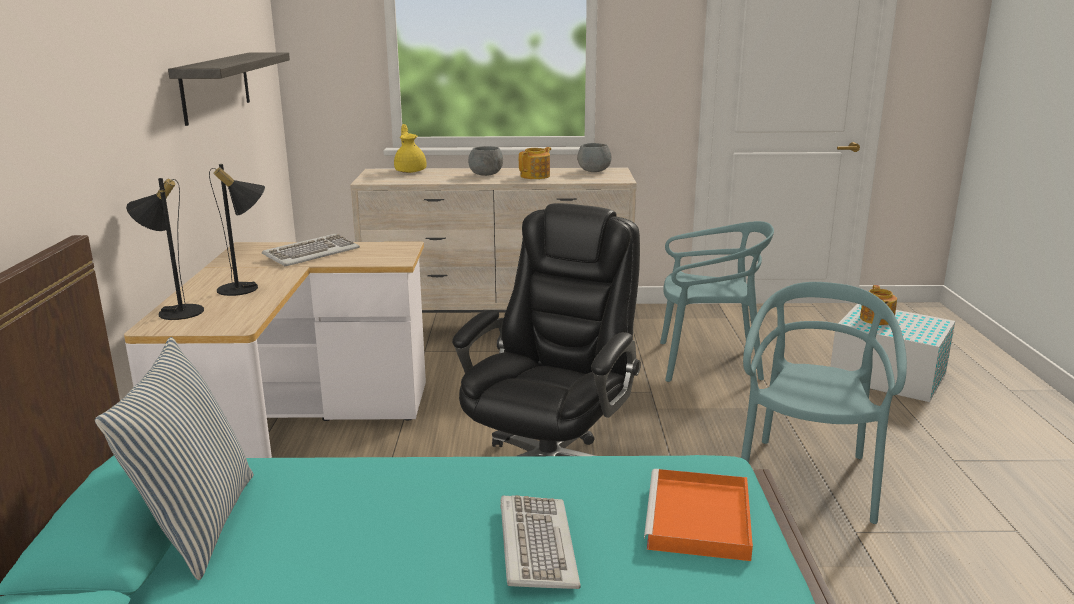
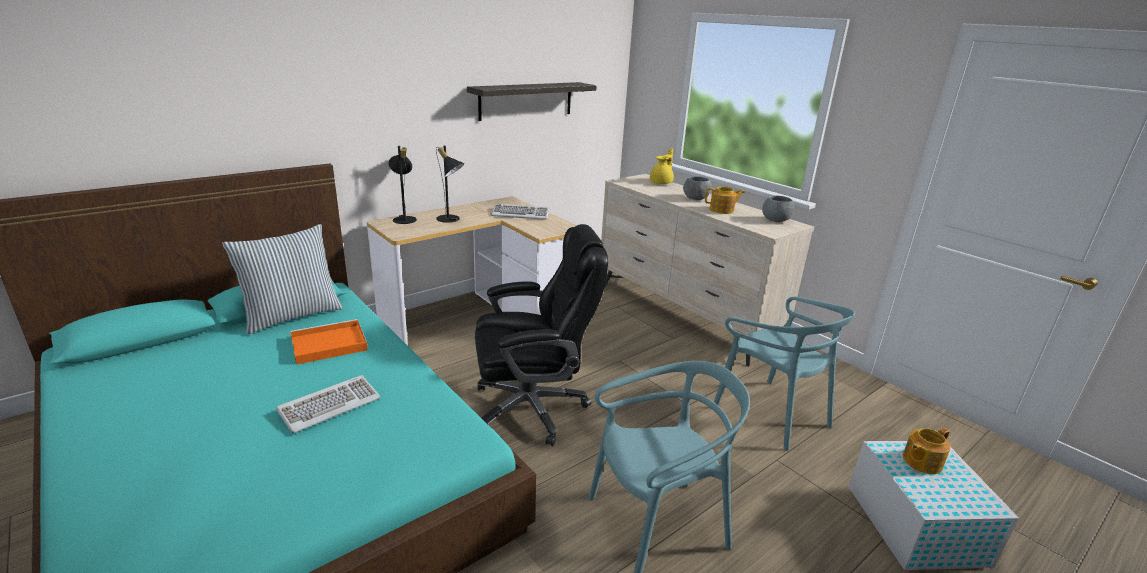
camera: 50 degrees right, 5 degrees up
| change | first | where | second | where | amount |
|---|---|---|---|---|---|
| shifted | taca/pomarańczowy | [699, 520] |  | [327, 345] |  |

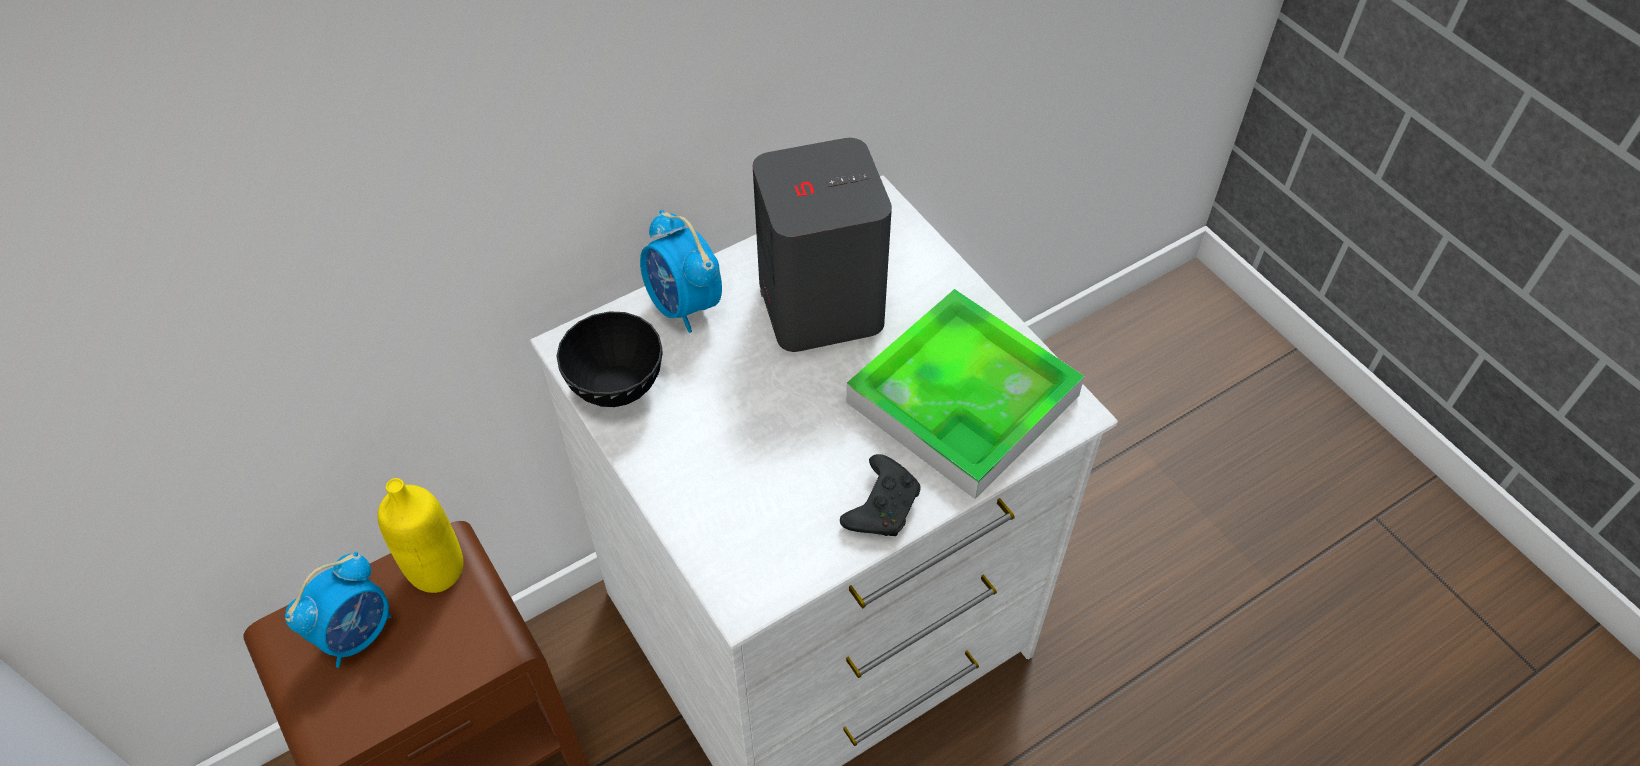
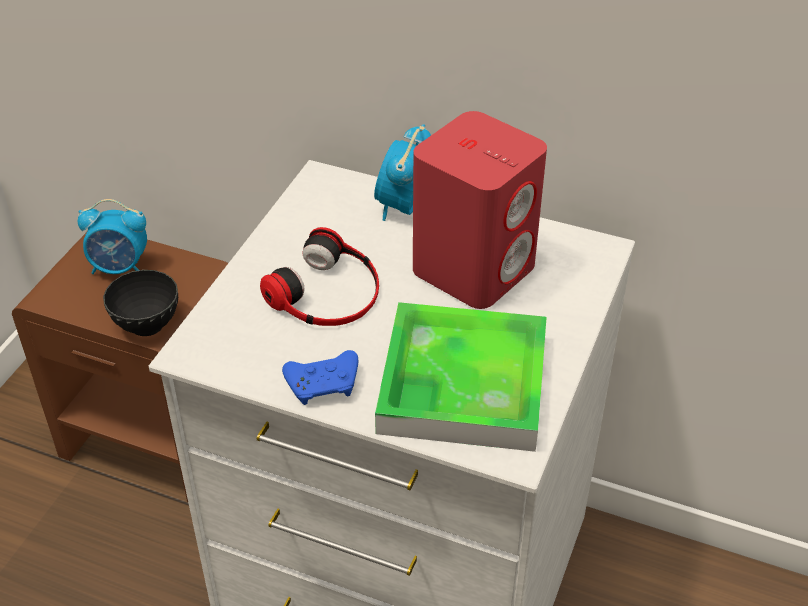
camera: 55 degrees right, 10 degrees down
| change | first | where | second | where | amount |
|---|---|---|---|---|---|
| gone | butelka/żółty | [436, 570] |  |  |  |
| shifted | miska/czarny | [617, 388] |  | [146, 325] |  |
| repainted | głośnik/szary | [820, 303] | głośnik/czerwony | [474, 267] |  |
| repainted | pad do gier/czarny | [882, 505] | pad do gier/niebieski | [324, 385] |  |
| new |  |  | słuchawki | [327, 292] |  |

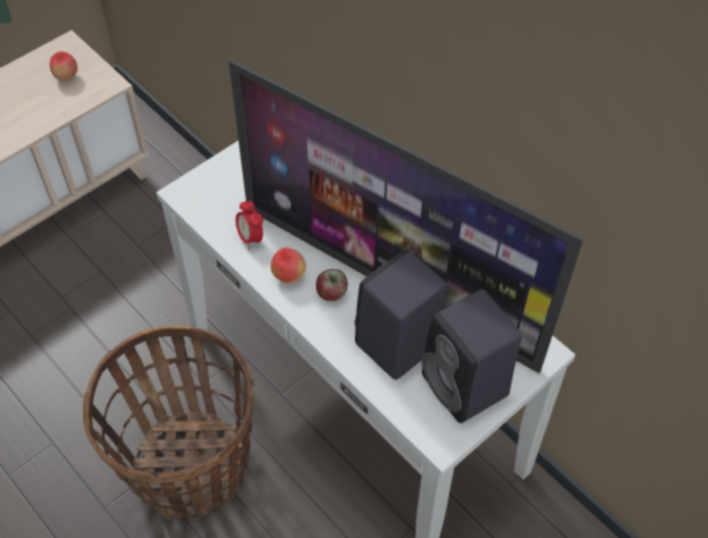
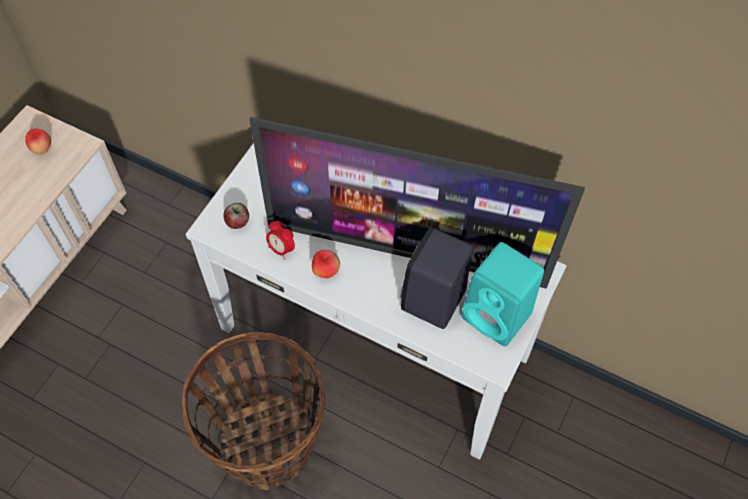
camera: 20 degrees left, 5 degrees up
| change | first | where | second | where | amount |
|---|---|---|---|---|---|
| shifted | jabłko | [332, 293] |  | [238, 222] |  |
| repainted | głośnik/czarny | [467, 387] | głośnik/turkusowy | [498, 316] |  |

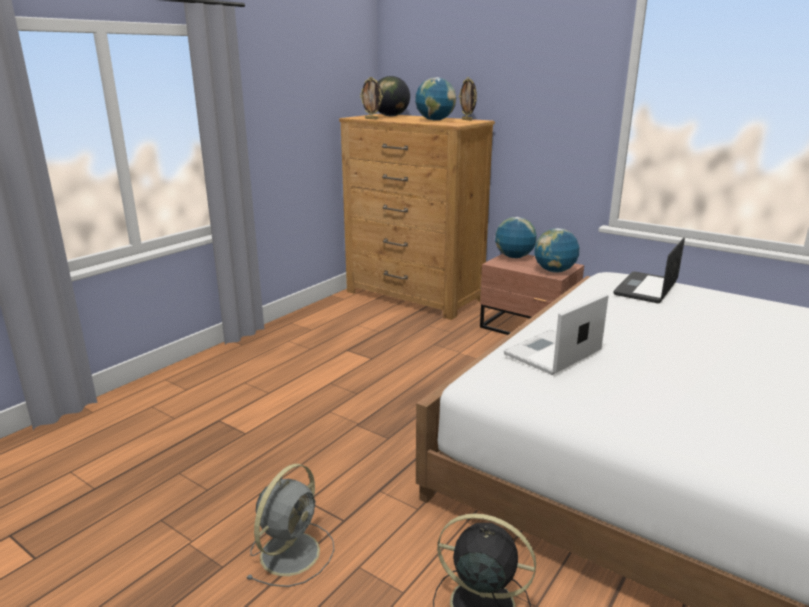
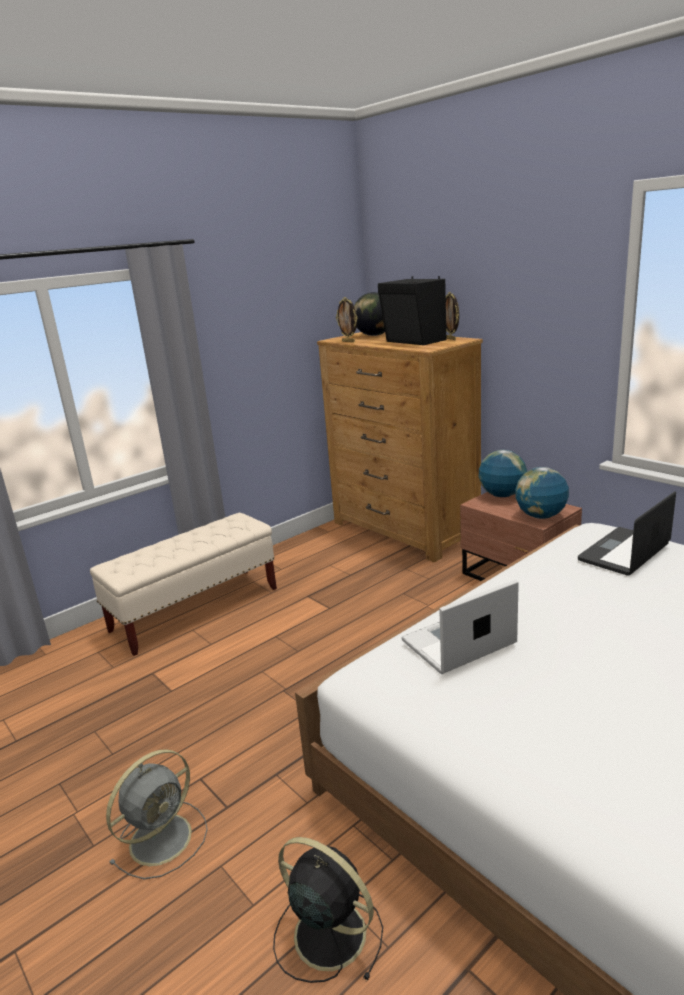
camera: 15 degrees right, 0 degrees up
| change | first | where | second | where | amount |
|---|---|---|---|---|---|
| swapped | globus | [435, 120] | głośnik/czarny | [414, 341] |  |
| new |  |  | ławka/beżowy | [196, 610] |  |

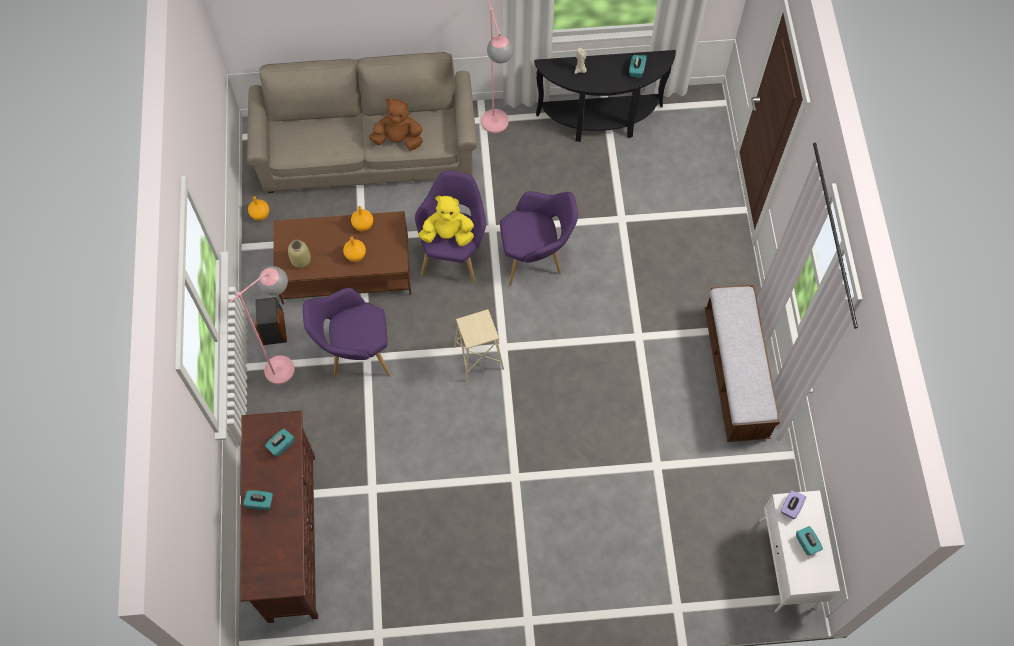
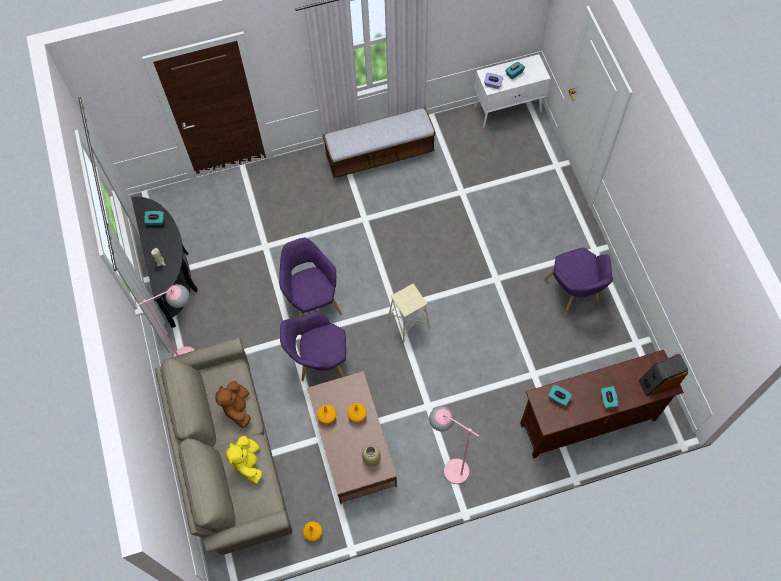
camera: 100 degrees left, 0 degrees up
| change | first | where | second | where | amount |
|---|---|---|---|---|---|
| shifted | głośnik | [274, 327] |  | [658, 382] |  |
| shifted | fotel/fioletowy | [355, 353] |  | [574, 294] |  |
| shifted | pluszak/żółty | [448, 235] |  | [248, 463] |  |

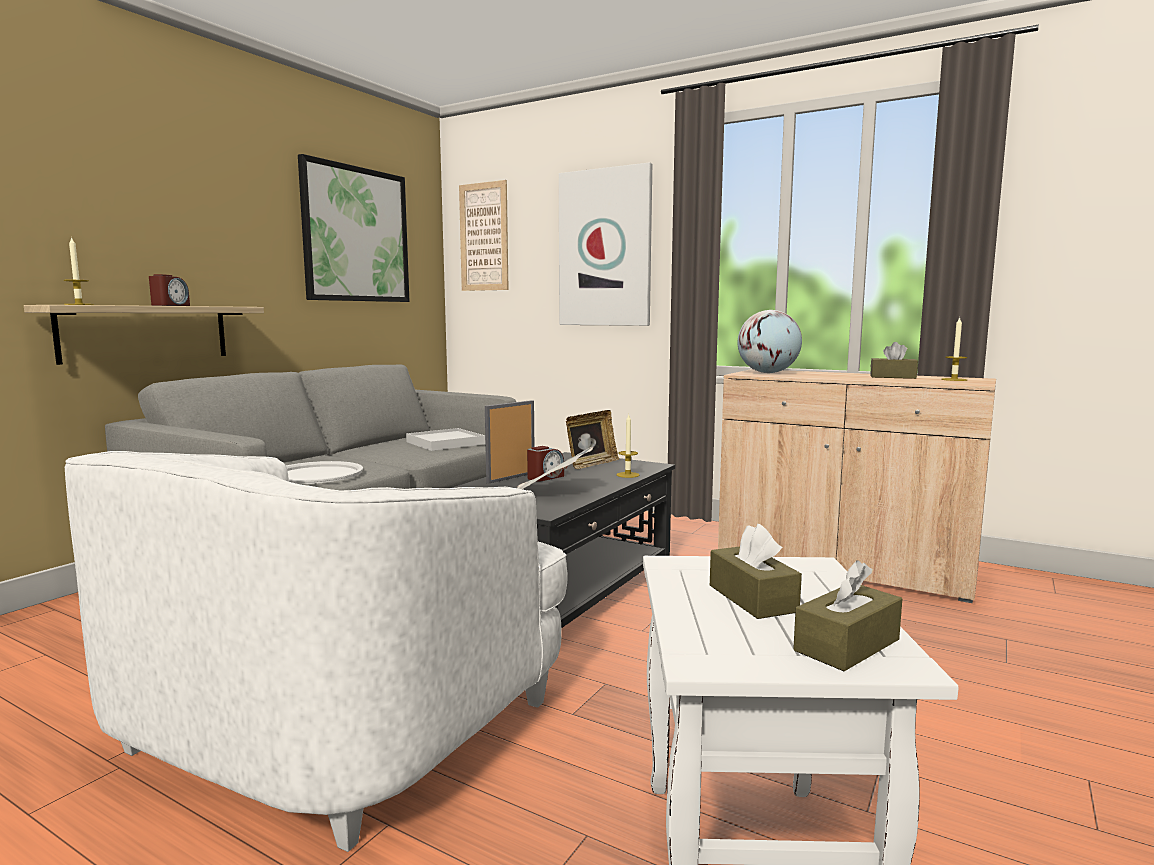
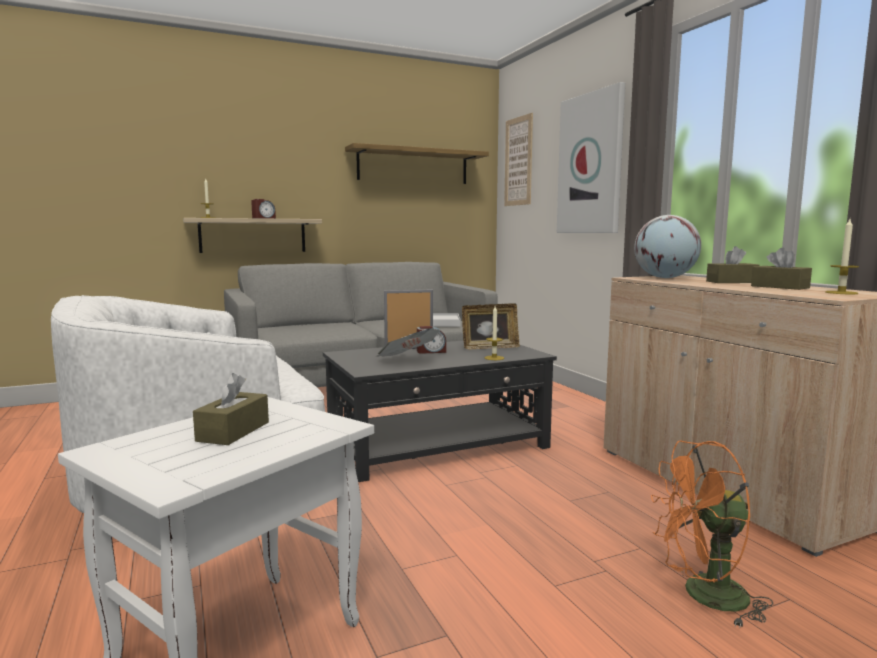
camera: 35 degrees right, 0 degrees up
| change | first | where | second | where | amount |
|---|---|---|---|---|---|
| gone | taca/biały | [315, 474] |  |  |  |
| swapped | obraz | [356, 235] | półka | [413, 166] |  |
| shifted | pudełko chusteczek/brązowy | [847, 645] |  | [731, 282] |  |
| new |  |  | wentylator/pomarańczowy | [704, 596] |  |

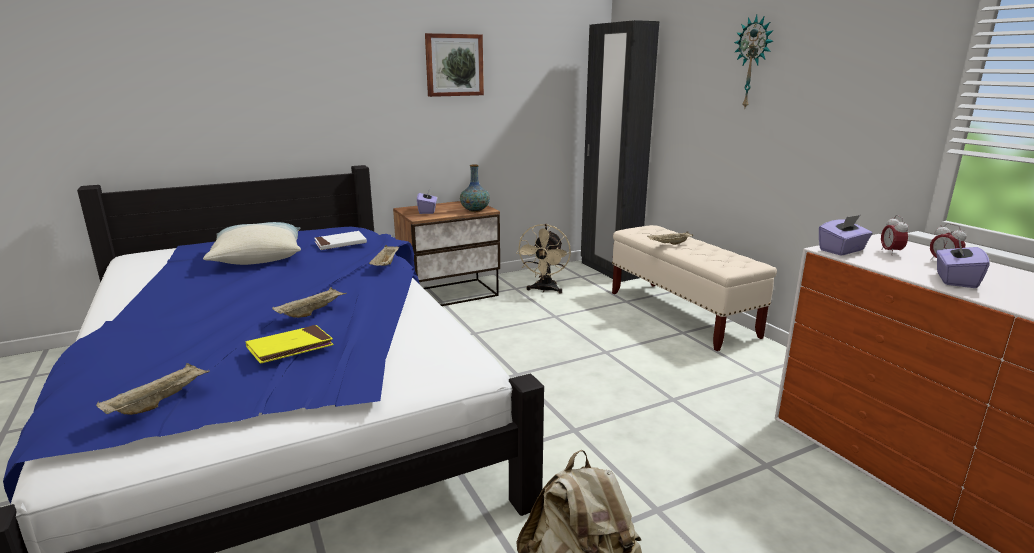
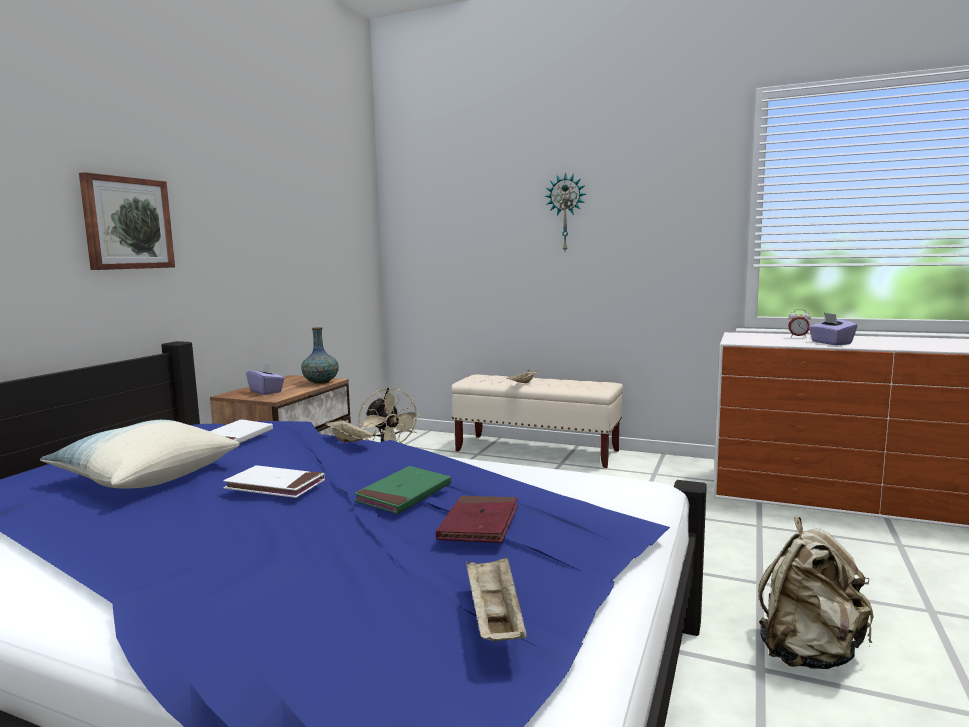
camera: 40 degrees left, 10 degrees down
| change | first | where | second | where | amount |
|---|---|---|---|---|---|
| repainted | książka/żółty | [290, 347] | książka/czerwony | [479, 524] |  |
| swapped | taca/beżowy | [312, 312] | książka/zielony | [404, 494] |  |
| shifted | obraz | [454, 65] |  | [127, 223] |  |
| gone | szafa/czarny | [609, 270] |  |  |  |
| gone | pudełko chusteczek/fioletowy | [842, 250] |  |  |  |
| gone | budzik | [890, 252] |  |  |  |
| new |  |  | książka/biały | [275, 486] |  |

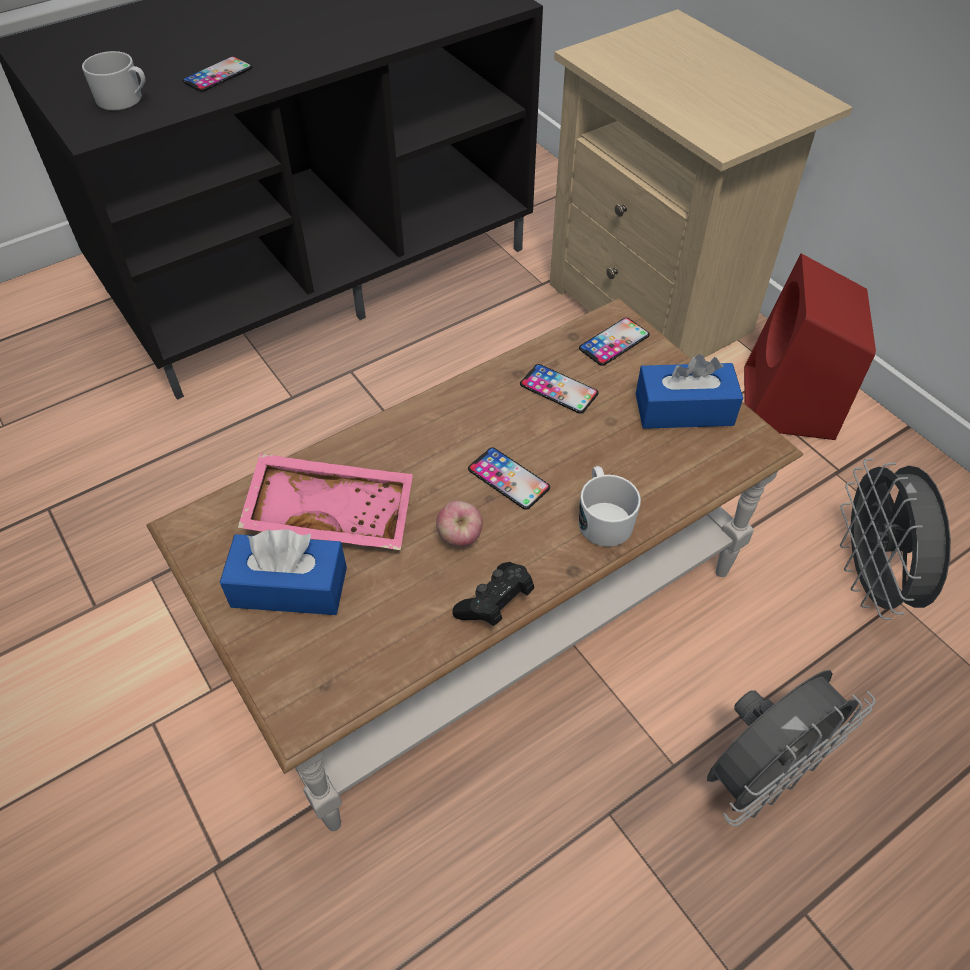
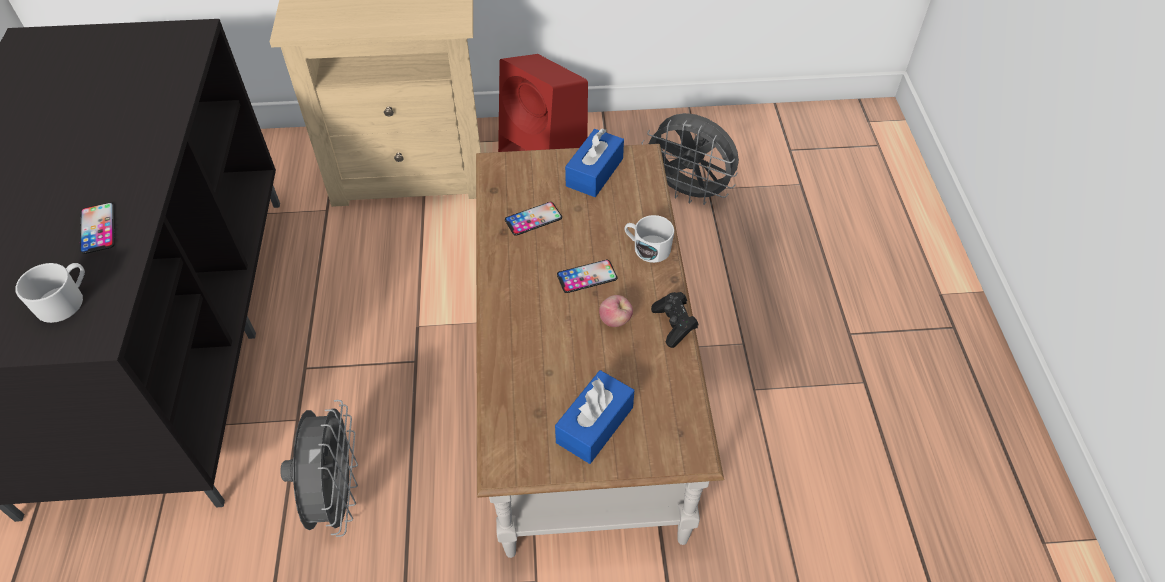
camera: 60 degrees left, 0 degrees up
| change | first | where | second | where | amount |
|---|---|---|---|---|---|
| gone | taca/różowy | [332, 512] |  |  |  |
| gone | telefon | [614, 342] |  |  |  |
| shifted | wentylator/szary | [760, 774] |  | [336, 497] |  |

